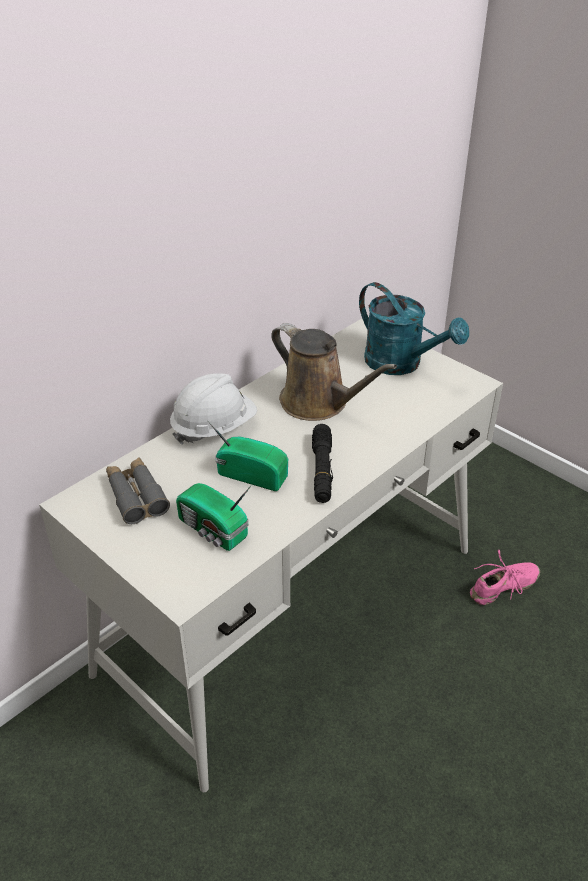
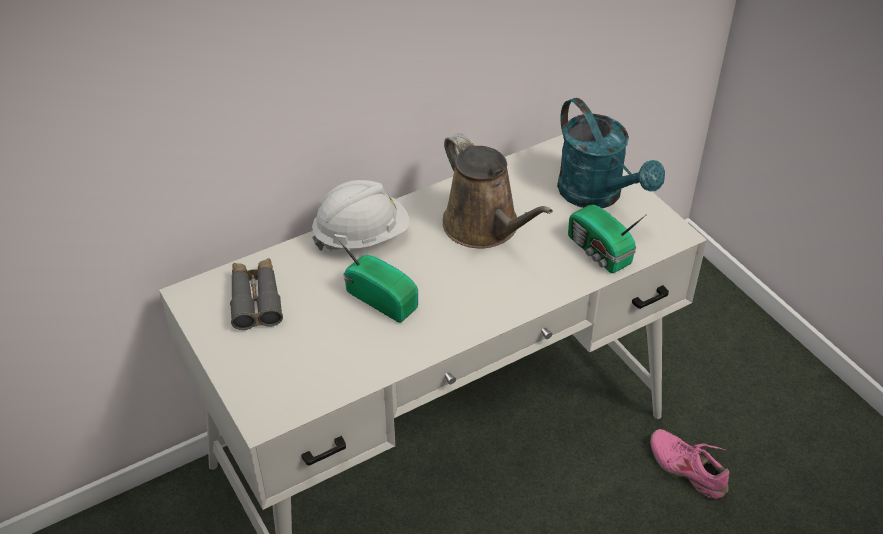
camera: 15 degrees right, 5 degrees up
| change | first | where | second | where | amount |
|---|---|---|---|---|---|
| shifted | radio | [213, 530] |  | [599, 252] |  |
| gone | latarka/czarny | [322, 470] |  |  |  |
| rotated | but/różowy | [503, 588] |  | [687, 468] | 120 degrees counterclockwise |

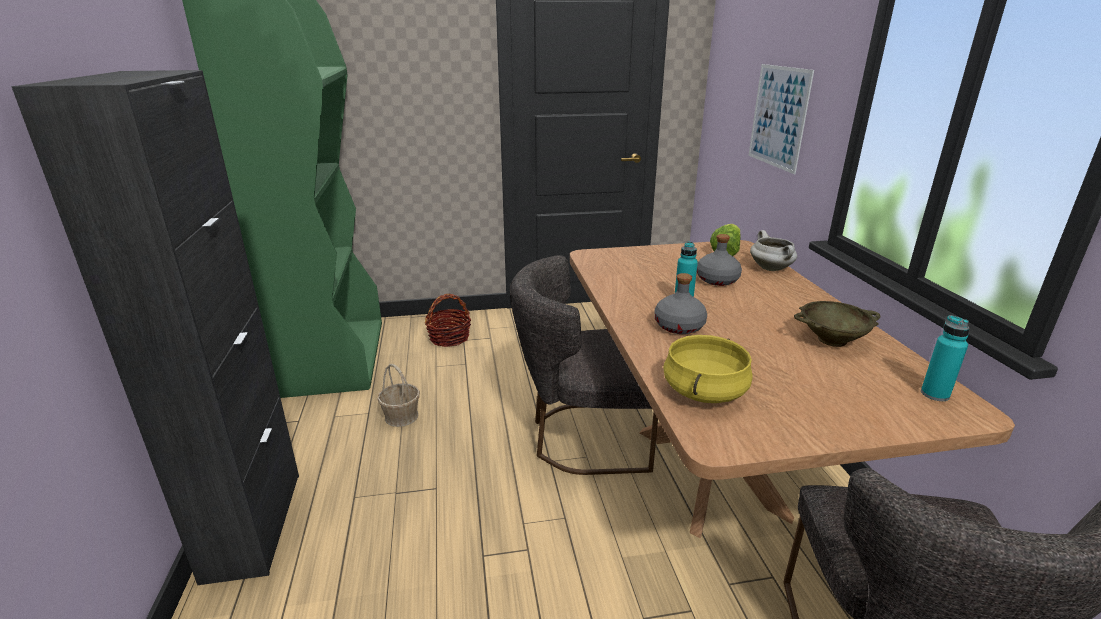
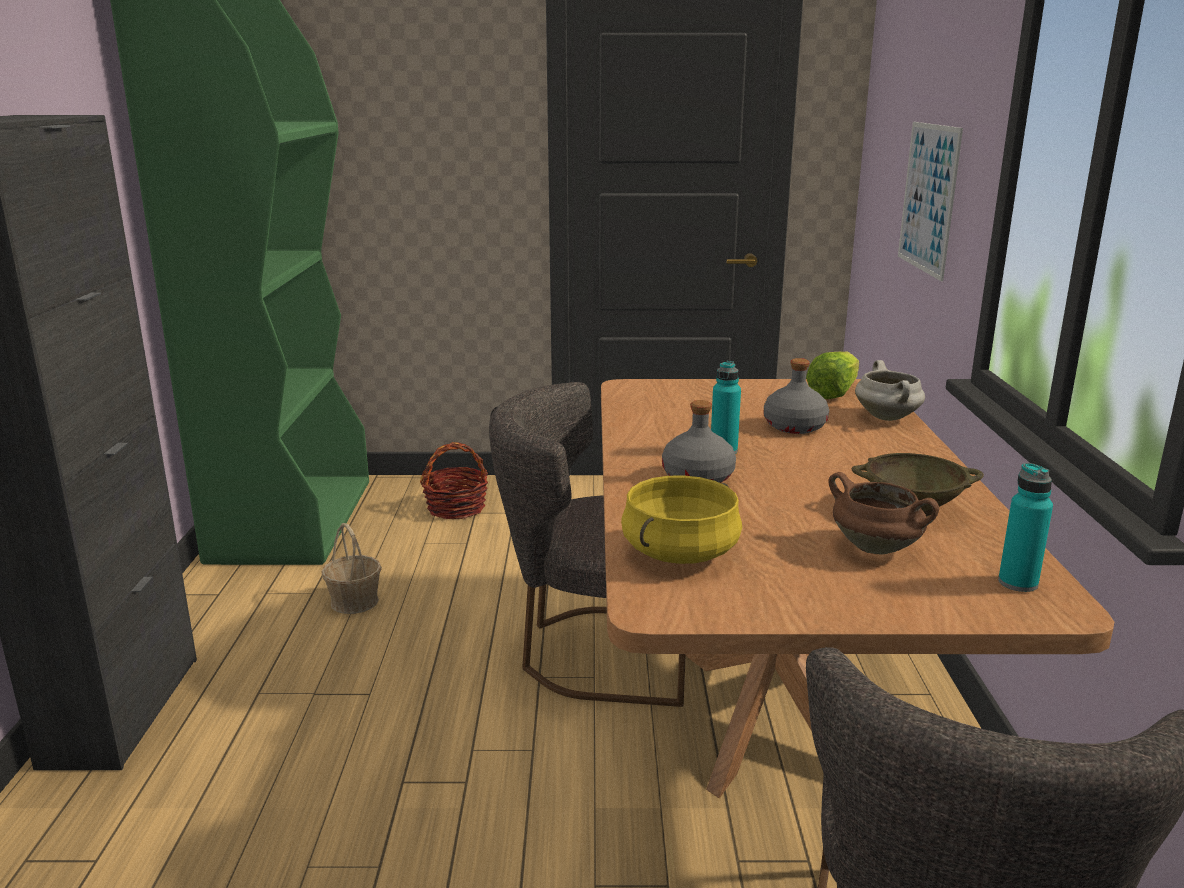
camera: 10 degrees right, 5 degrees down
| change | first | where | second | where | amount |
|---|---|---|---|---|---|
| new |  |  | garnek/brązowy | [877, 548] |  |

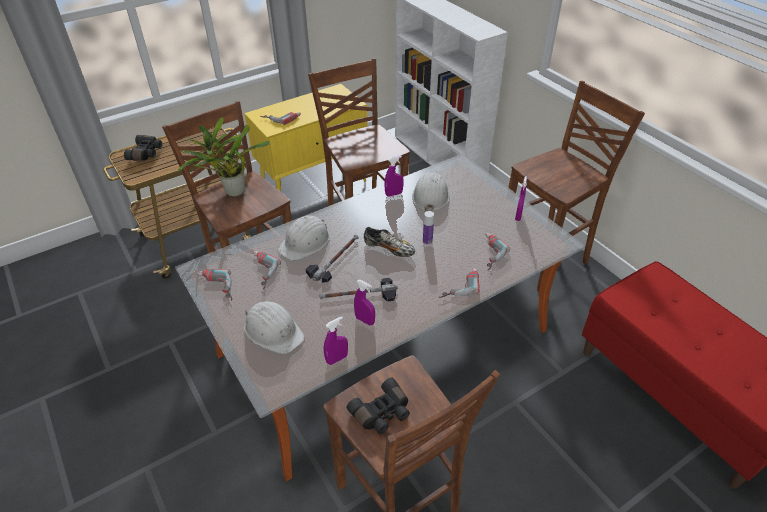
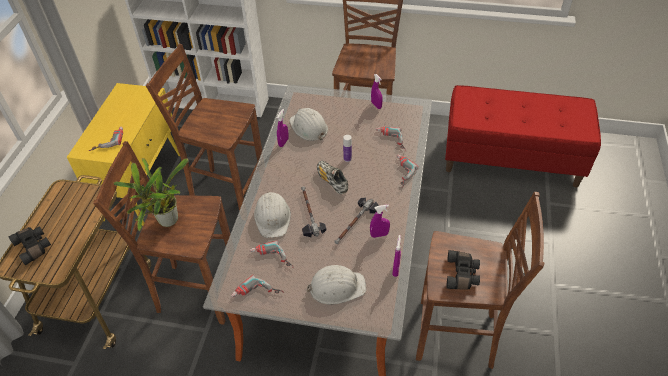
camera: 45 degrees left, 5 degrees up
| change | first | where | second | where | amount |
|---|---|---|---|---|---|
| rotated | but | [389, 249] |  | [332, 181] | 105 degrees counterclockwise |

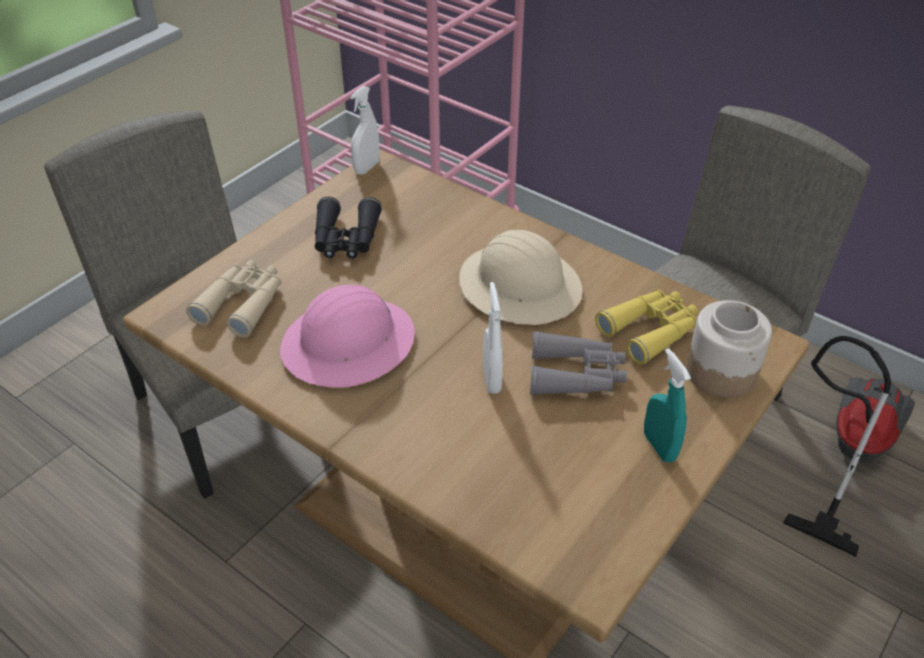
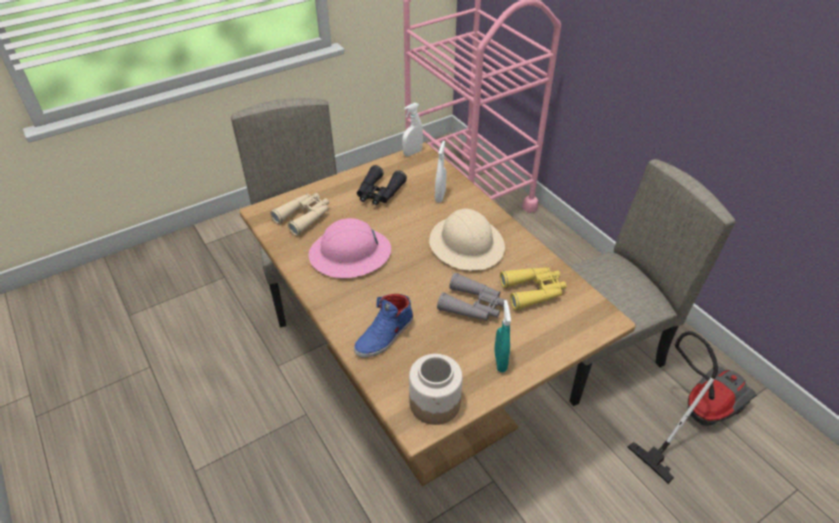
camera: 20 degrees right, 0 degrees up
| change | first | where | second | where | amount |
|---|---|---|---|---|---|
| shifted | spryskiwacz/biały | [491, 379] |  | [440, 196] |  |
| shifted | słoik | [721, 371] |  | [435, 402] |  |
| new |  |  | but/niebieski | [385, 335] |  |

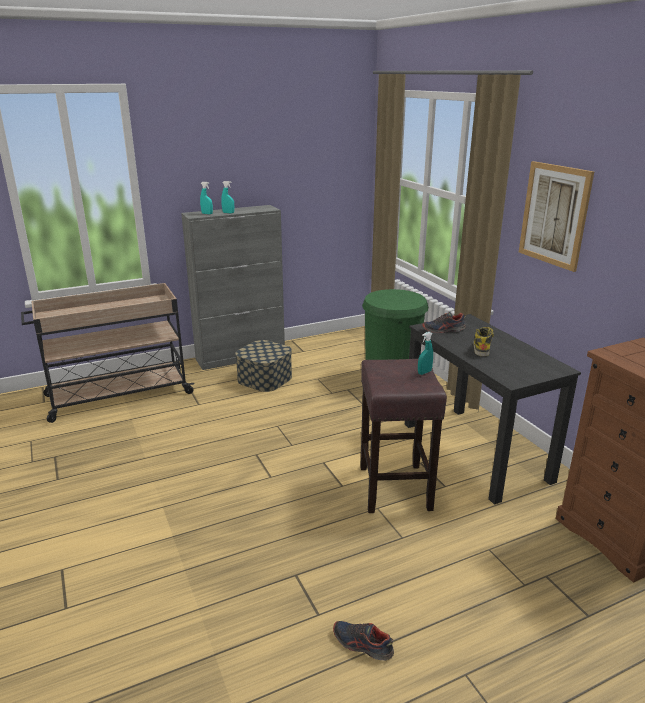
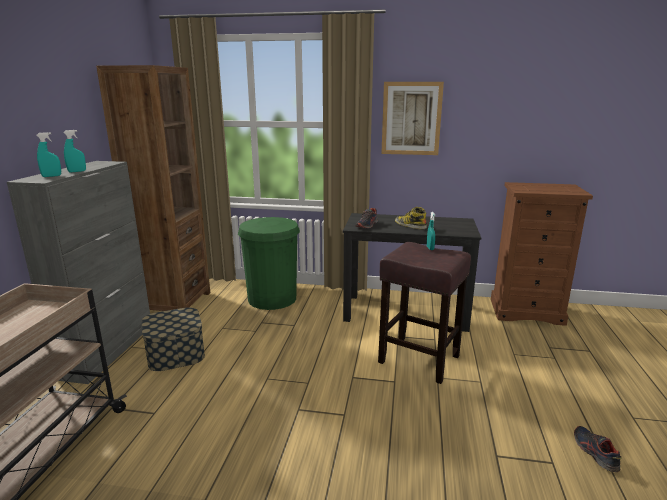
camera: 55 degrees left, 5 degrees down
| change | first | where | second | where | amount |
|---|---|---|---|---|---|
| rotated | but | [362, 644] |  | [594, 452] | 105 degrees clockwise |
| new |  |  | regał/brązowy | [175, 303] |  |

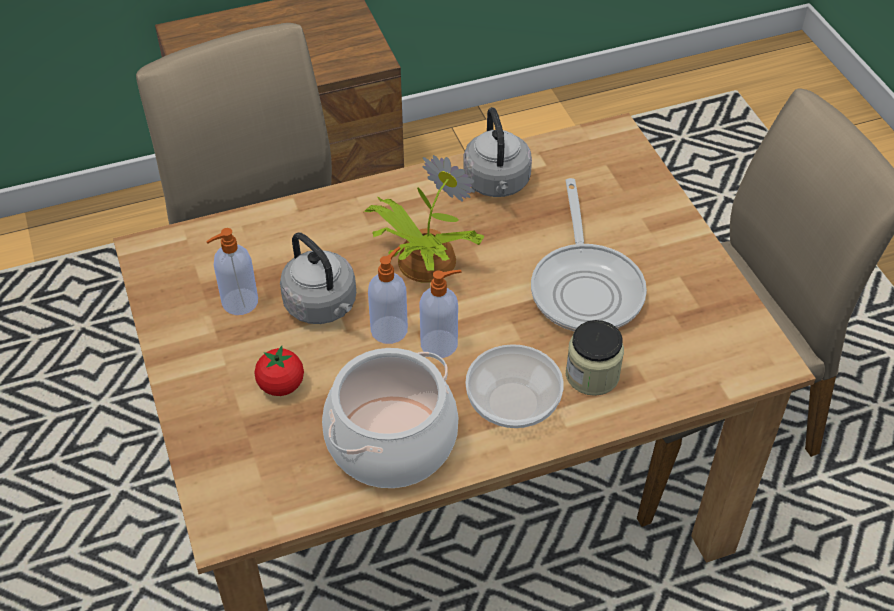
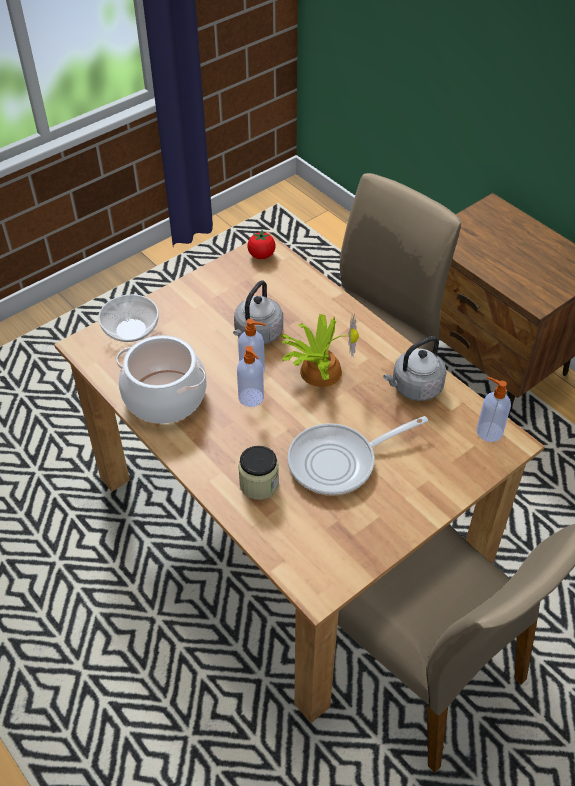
camera: 70 degrees right, 0 degrees up
| change | first | where | second | where | amount |
|---|---|---|---|---|---|
| shifted | dozownik mydła | [238, 303] |  | [488, 431] |  |
| shifted | pomidor | [281, 385] |  | [261, 255] |  |
| shifted | miska | [512, 404] |  | [130, 329] |  |

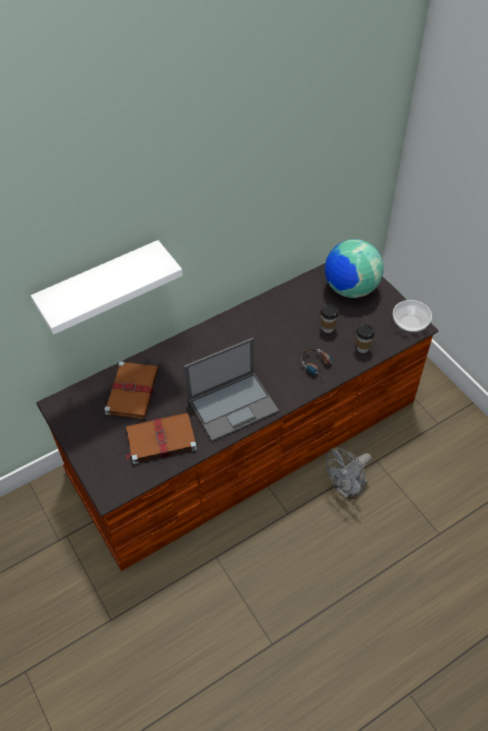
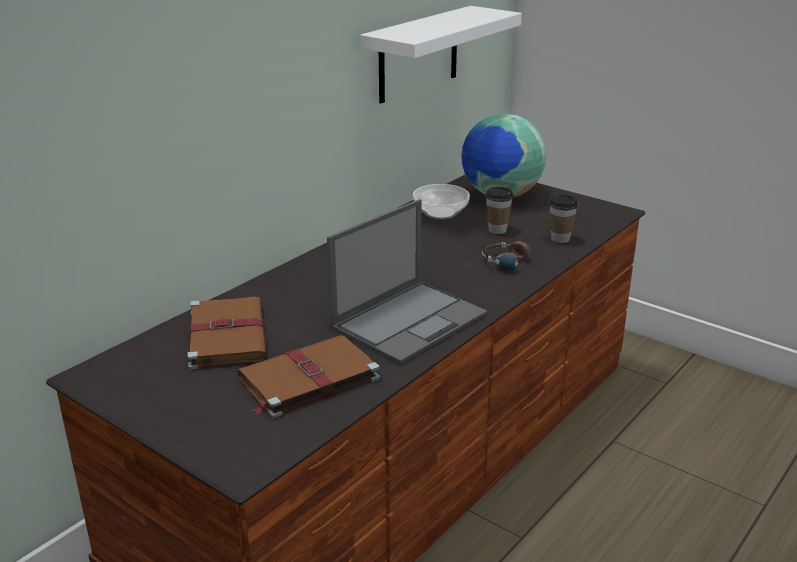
camera: 20 degrees left, 25 degrees down
| change | first | where | second | where | amount |
|---|---|---|---|---|---|
| shifted | półka/biały | [100, 285] |  | [418, 54] |  |
| gone | wentylator/szary | [346, 488] |  |  |  |
| shifted | miska | [410, 323] |  | [441, 213] |  |

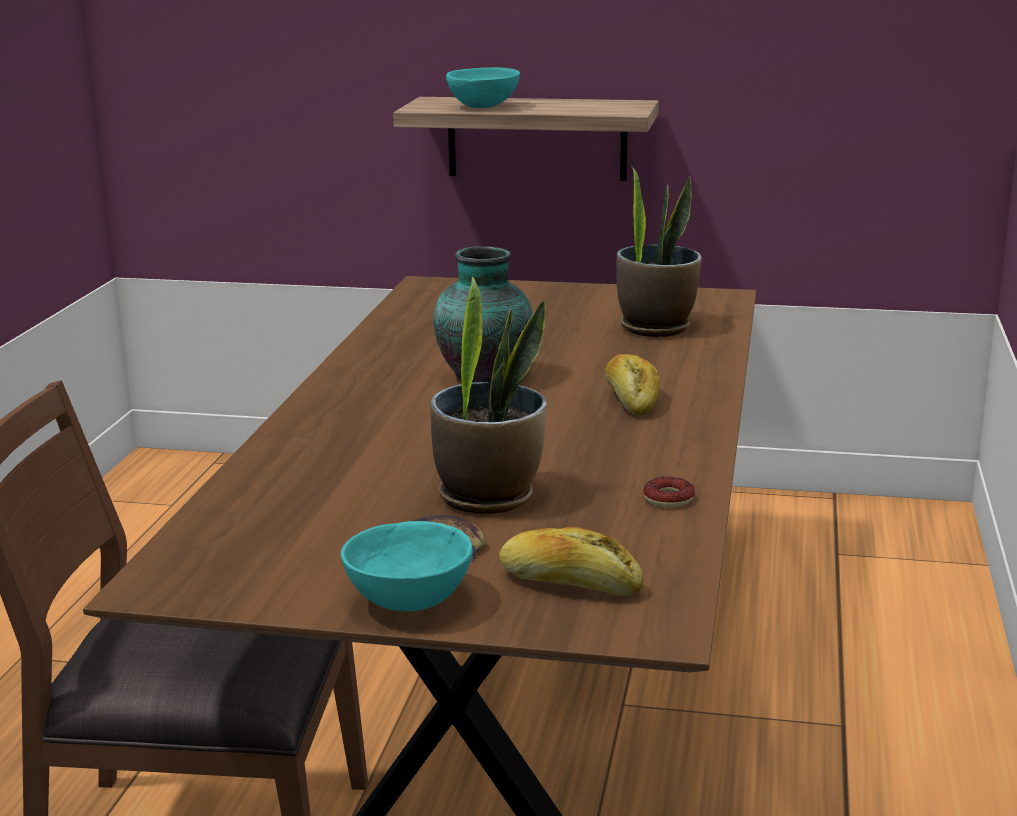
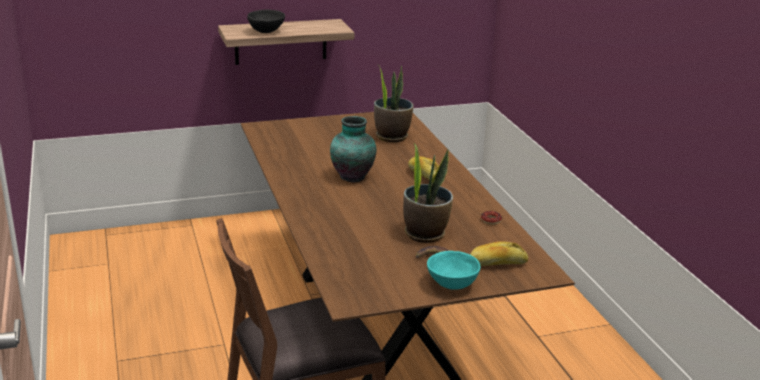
camera: 30 degrees left, 5 degrees up
| change | first | where | second | where | amount |
|---|---|---|---|---|---|
| repainted | miska/turkusowy | [484, 107] | miska/czarny | [267, 31] |  |

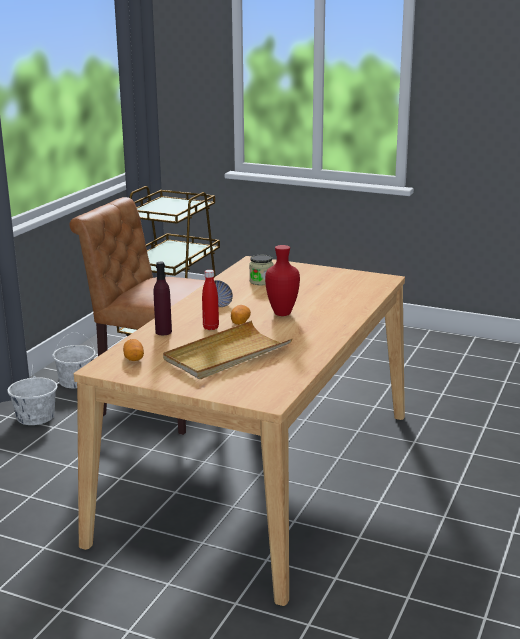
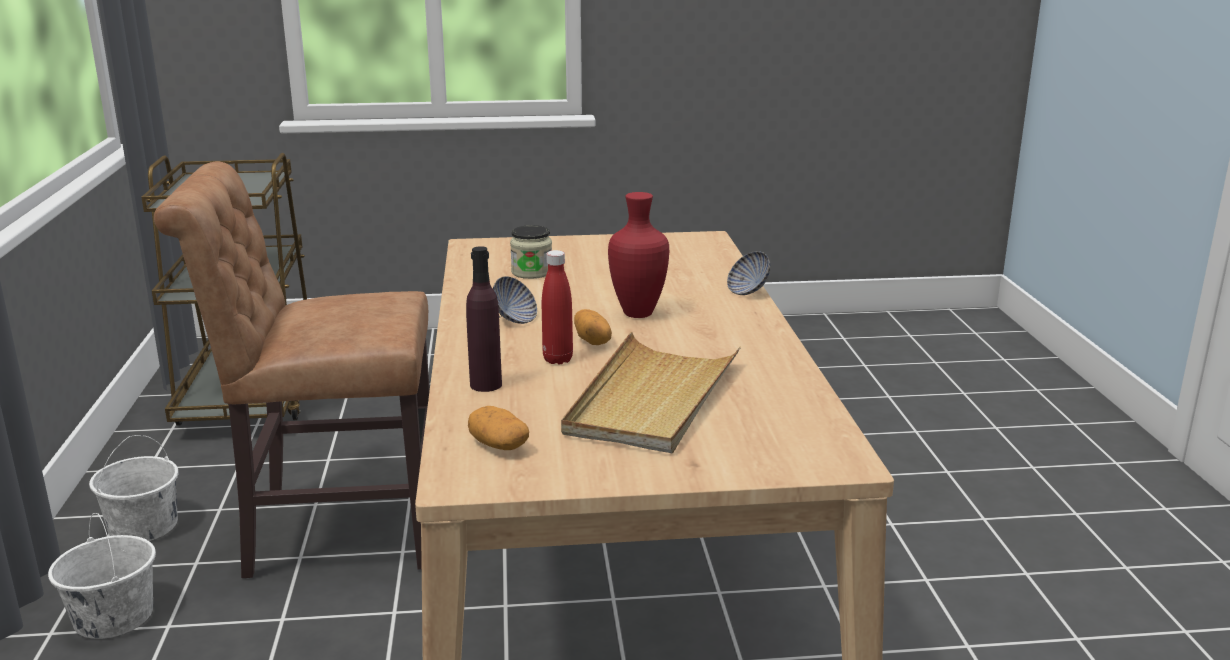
camera: 30 degrees left, 0 degrees up
| change | first | where | second | where | amount |
|---|---|---|---|---|---|
| new |  |  | miska | [748, 291] |  |

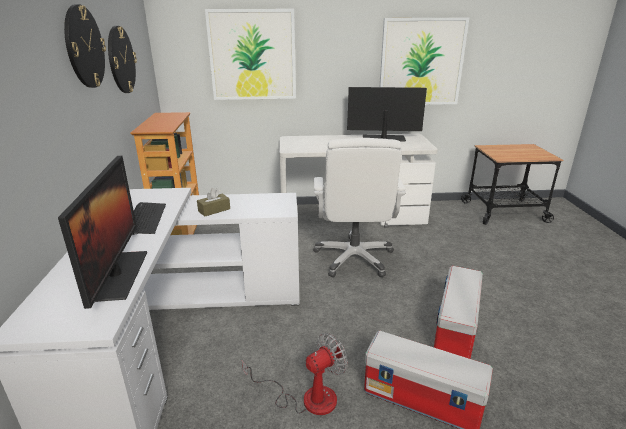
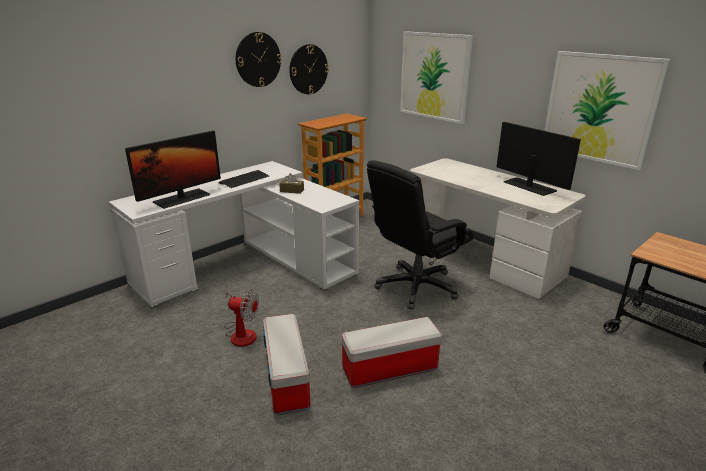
camera: 50 degrees right, 0 degrees up
| change | first | where | second | where | amount |
|---|---|---|---|---|---|
| repainted | krzesło biurowe/biały | [354, 258] | krzesło biurowe/czarny | [416, 287] |  |

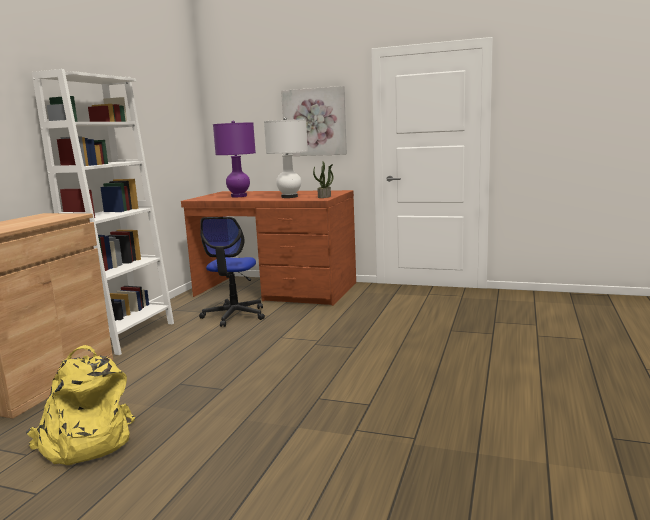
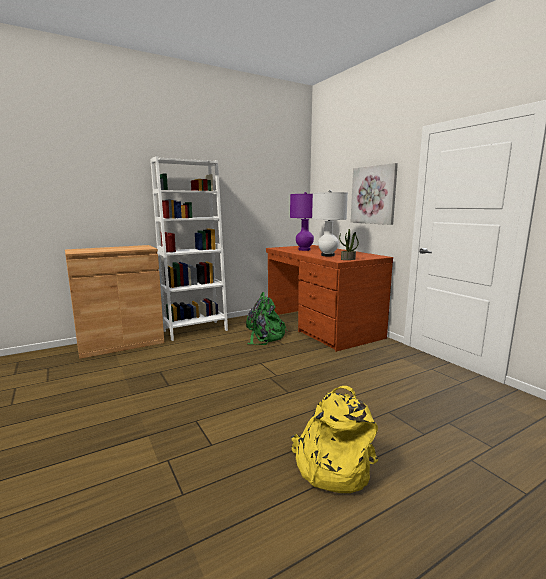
camera: 40 degrees right, 0 degrees up
| change | first | where | second | where | amount |
|---|---|---|---|---|---|
| shifted | plecak/żółty | [85, 442] |  | [331, 466] |  |
| swapped | krzesło biurowe | [234, 315] | plecak/zielony | [265, 337] |  |

